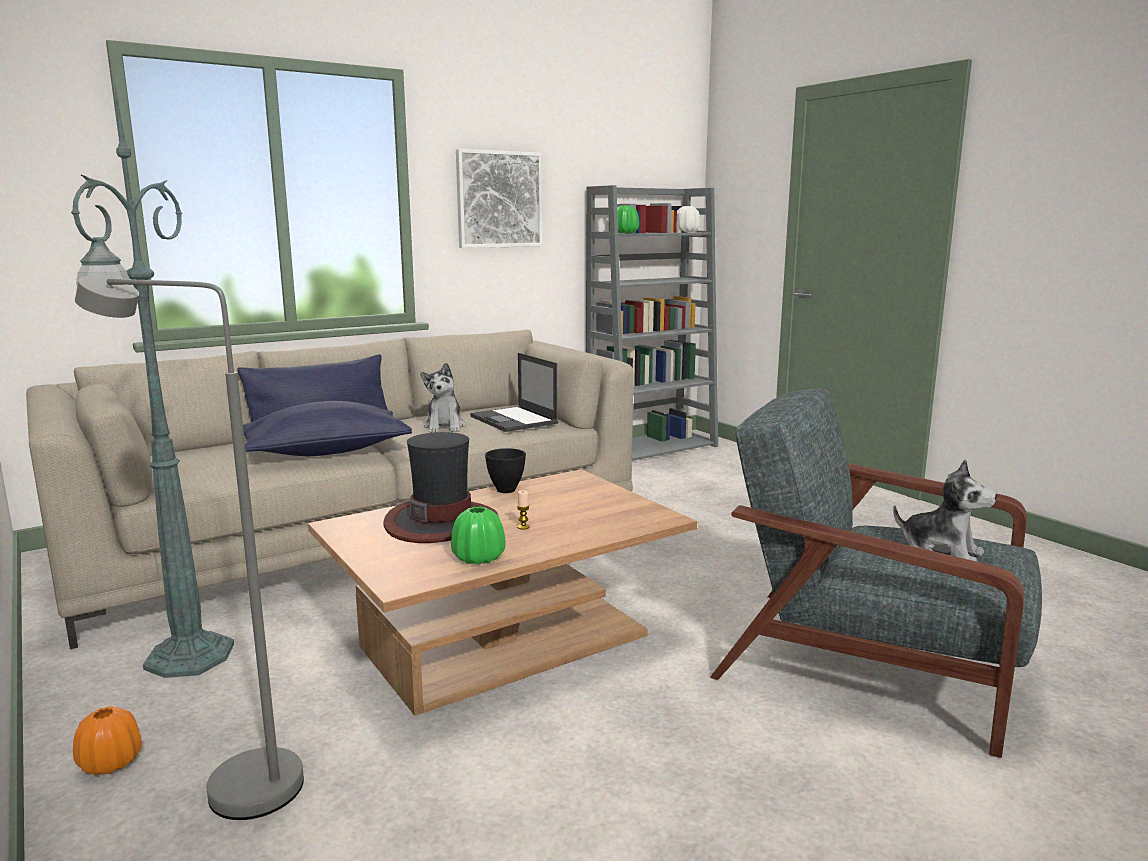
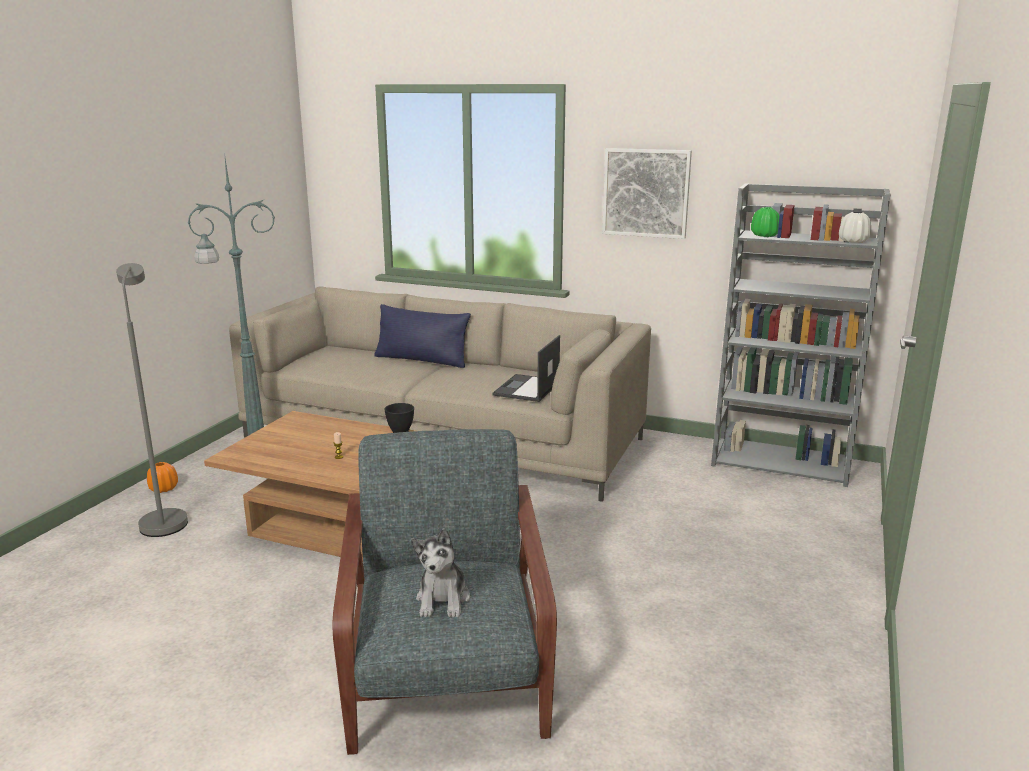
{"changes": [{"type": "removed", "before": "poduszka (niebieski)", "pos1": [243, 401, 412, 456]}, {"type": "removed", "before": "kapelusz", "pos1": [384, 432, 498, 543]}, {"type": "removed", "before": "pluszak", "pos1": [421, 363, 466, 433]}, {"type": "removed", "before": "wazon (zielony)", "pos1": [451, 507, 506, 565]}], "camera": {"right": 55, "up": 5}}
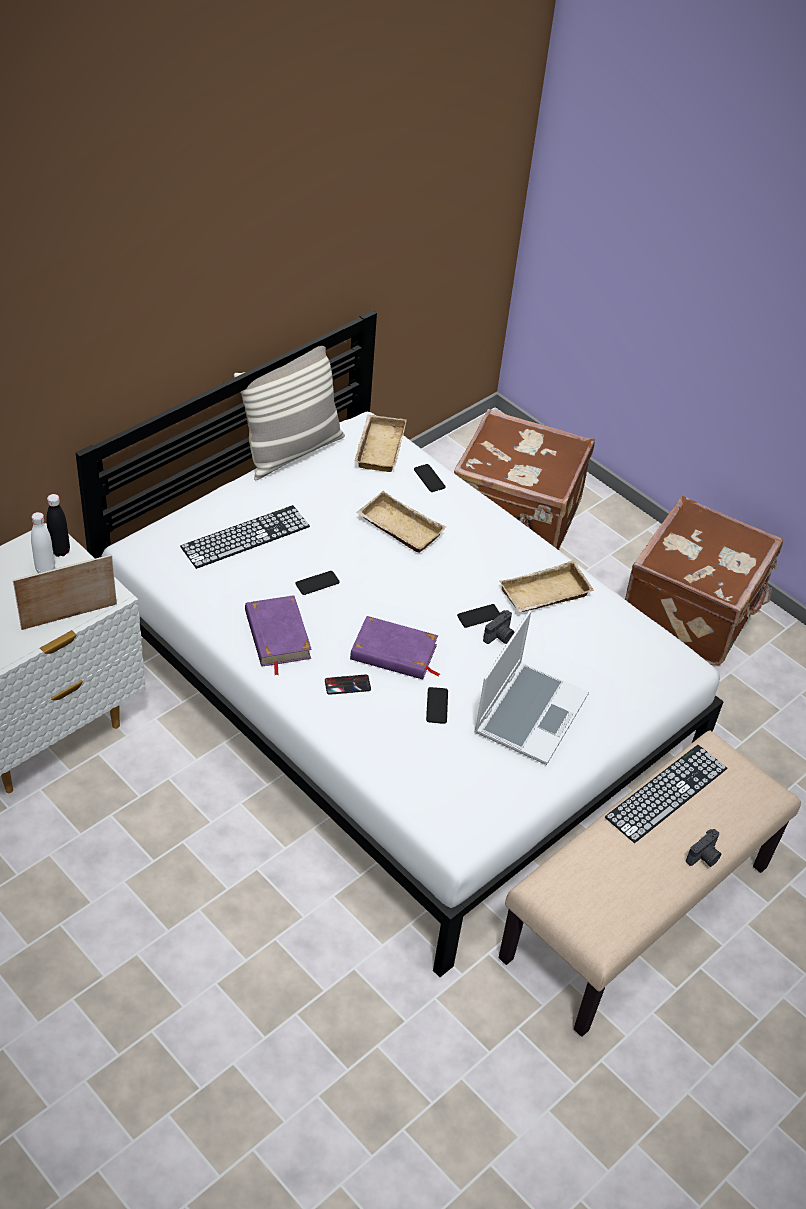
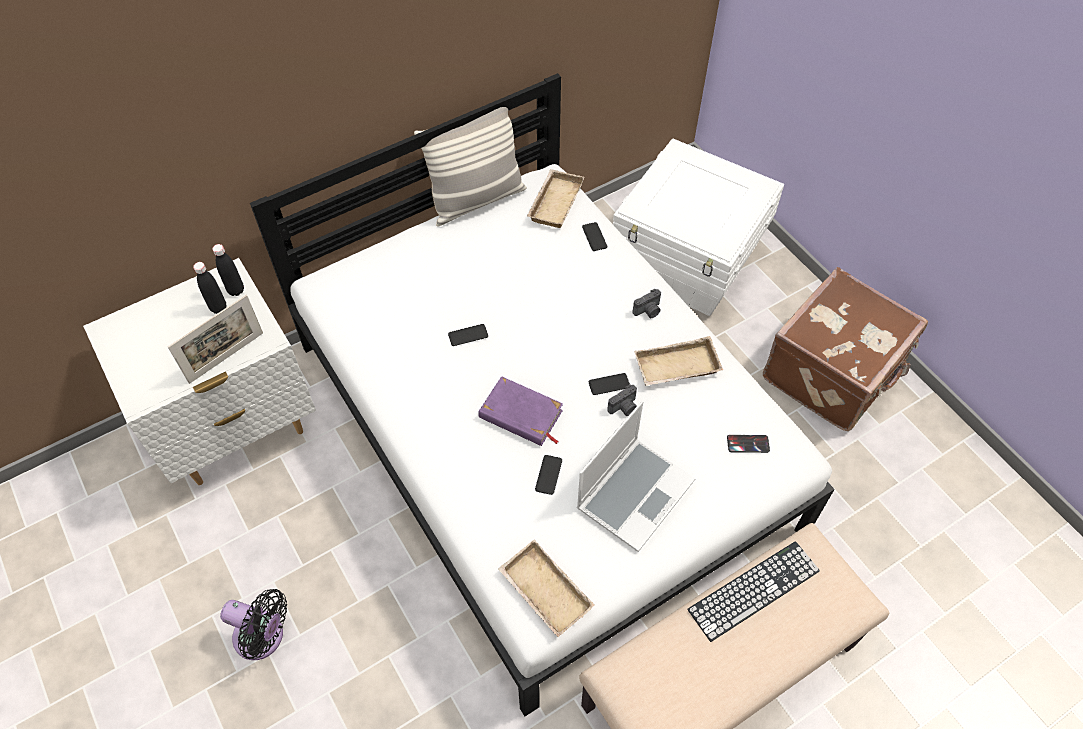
{"changes": [{"type": "turned", "before": "ramka na zdjęcie", "pos1": [13, 555, 117, 630], "pos2": [168, 295, 263, 384], "turn": 150}, {"type": "recoloured", "before": "butelka (biały)", "after": "butelka (czarny)", "pos1": [31, 512, 55, 573], "pos2": [193, 262, 226, 314]}, {"type": "removed", "before": "klawiatura", "pos1": [180, 505, 310, 569]}, {"type": "removed", "before": "książka (fioletowy)", "pos1": [245, 595, 312, 675]}, {"type": "moved", "before": "telefon", "pos1": [325, 674, 371, 695], "pos2": [727, 435, 770, 453]}, {"type": "moved", "before": "taca (beżowy)", "pos1": [356, 491, 446, 553], "pos2": [498, 539, 594, 637]}, {"type": "replaced", "before": "walizka (brązowy)", "after": "pojemnik do przechowywania (biały)", "pos1": [454, 409, 595, 550], "pos2": [613, 138, 784, 316]}, {"type": "moved", "before": "aparat fotograficzny", "pos1": [686, 829, 721, 867], "pos2": [632, 289, 661, 318]}, {"type": "added", "after": "wentylator (czarny)", "pos2": [220, 589, 287, 660]}], "camera": {"right": 15, "up": 10}}
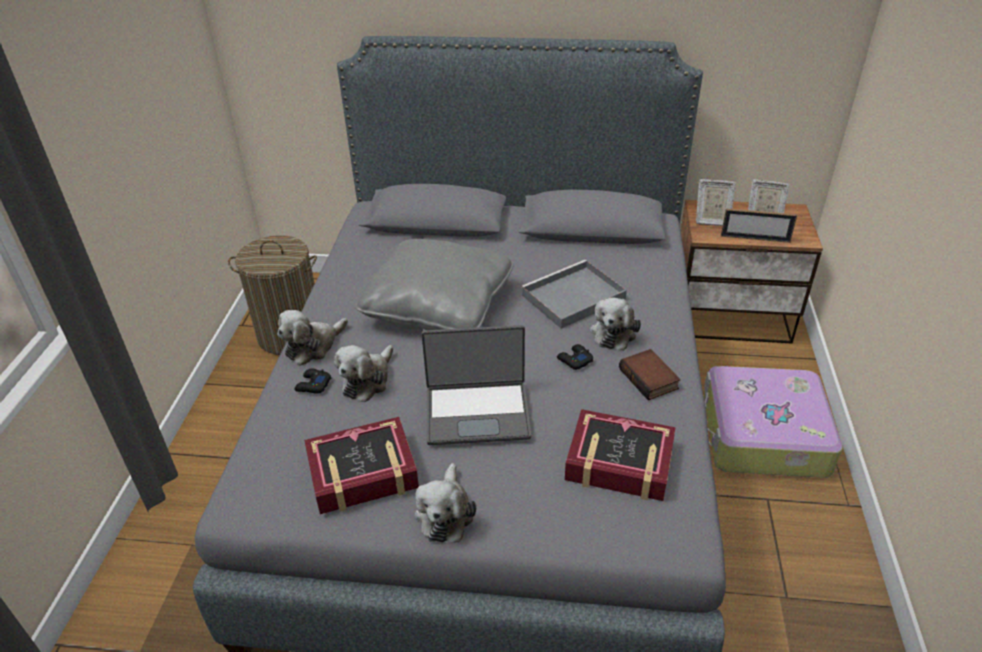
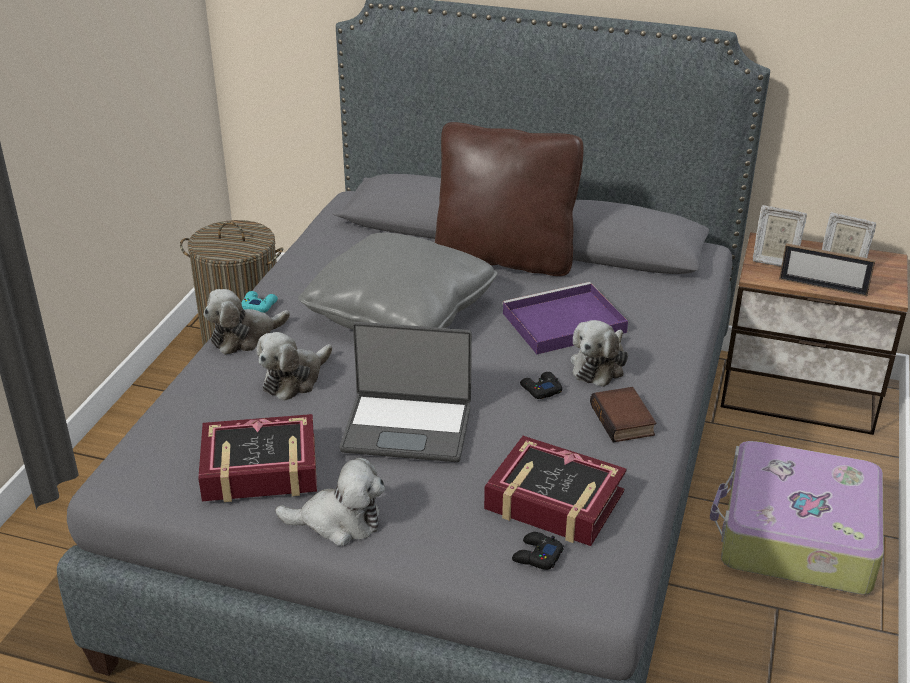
{"changes": [{"type": "moved", "before": "pad do gier (czarny)", "pos1": [295, 369, 331, 394], "pos2": [512, 532, 564, 570]}, {"type": "turned", "before": "pluszak", "pos1": [415, 463, 476, 543], "pos2": [275, 458, 385, 546], "turn": -105}, {"type": "recoloured", "before": "taca (szary)", "after": "taca (fioletowy)", "pos1": [521, 260, 627, 329], "pos2": [502, 282, 628, 354]}, {"type": "added", "after": "pad do gier (turkusowy)", "pos2": [241, 291, 278, 313]}, {"type": "added", "after": "poduszka (brązowy)", "pos2": [435, 122, 584, 276]}], "camera": {"right": 10, "up": -5}}
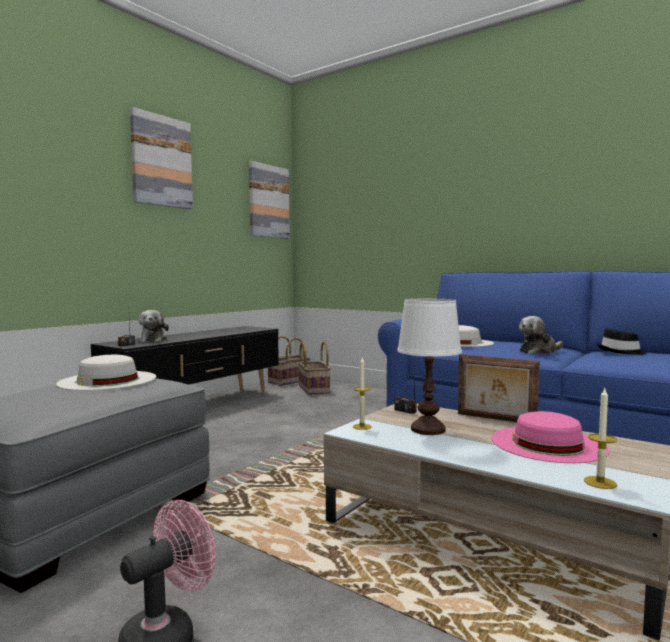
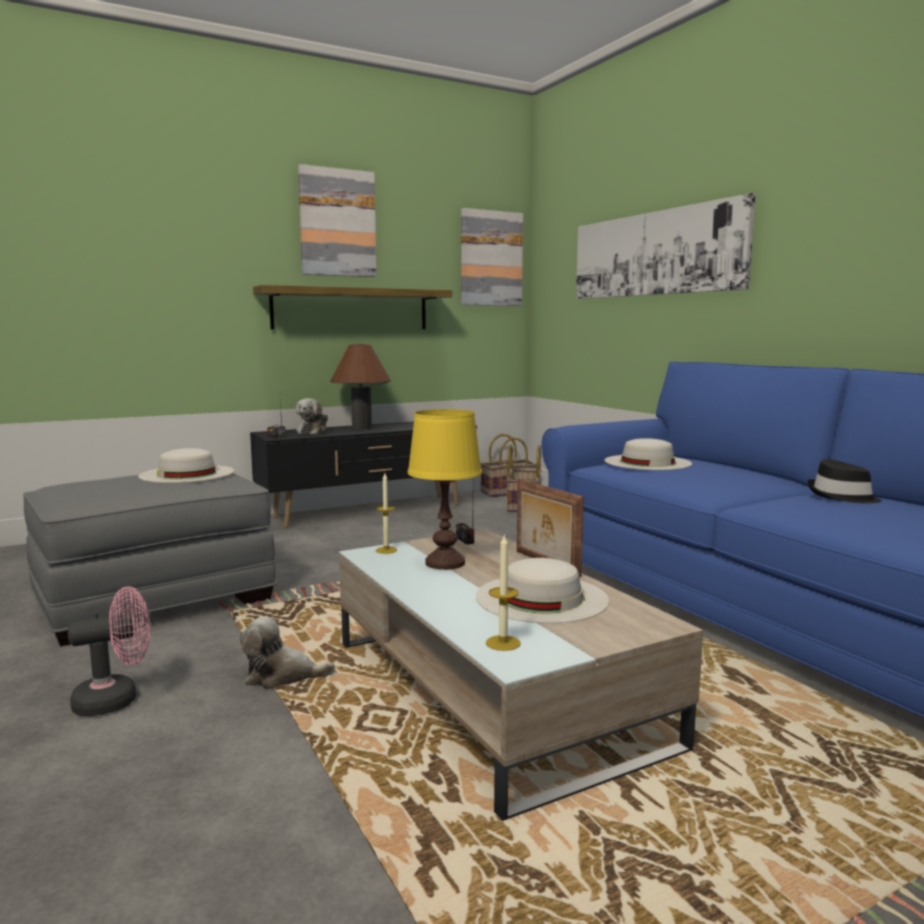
{"changes": [{"type": "recoloured", "before": "lampa stołowa (biały)", "after": "lampa stołowa (żółty)", "pos1": [397, 299, 462, 435], "pos2": [407, 409, 482, 570]}, {"type": "recoloured", "before": "kapelusz (różowy)", "after": "kapelusz (biały)", "pos1": [491, 411, 609, 463], "pos2": [476, 558, 609, 623]}, {"type": "moved", "before": "pluszak", "pos1": [519, 316, 563, 354], "pos2": [240, 616, 335, 689]}, {"type": "added", "after": "półka", "pos2": [253, 285, 452, 329]}, {"type": "added", "after": "lampa stołowa (brązowy)", "pos2": [330, 344, 391, 429]}, {"type": "added", "after": "obraz", "pos2": [576, 193, 756, 299]}], "camera": {"right": 25, "up": 5}}
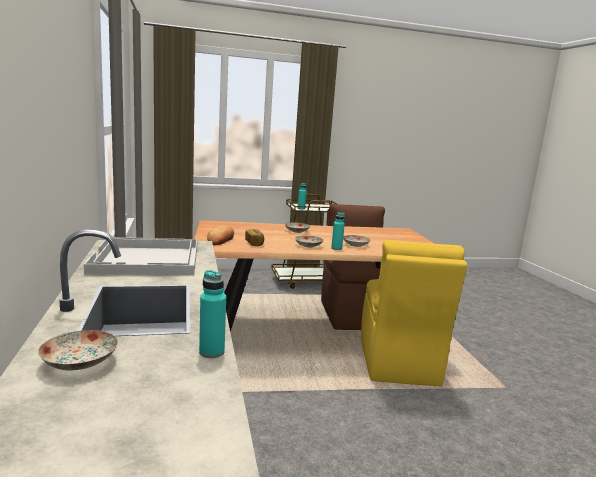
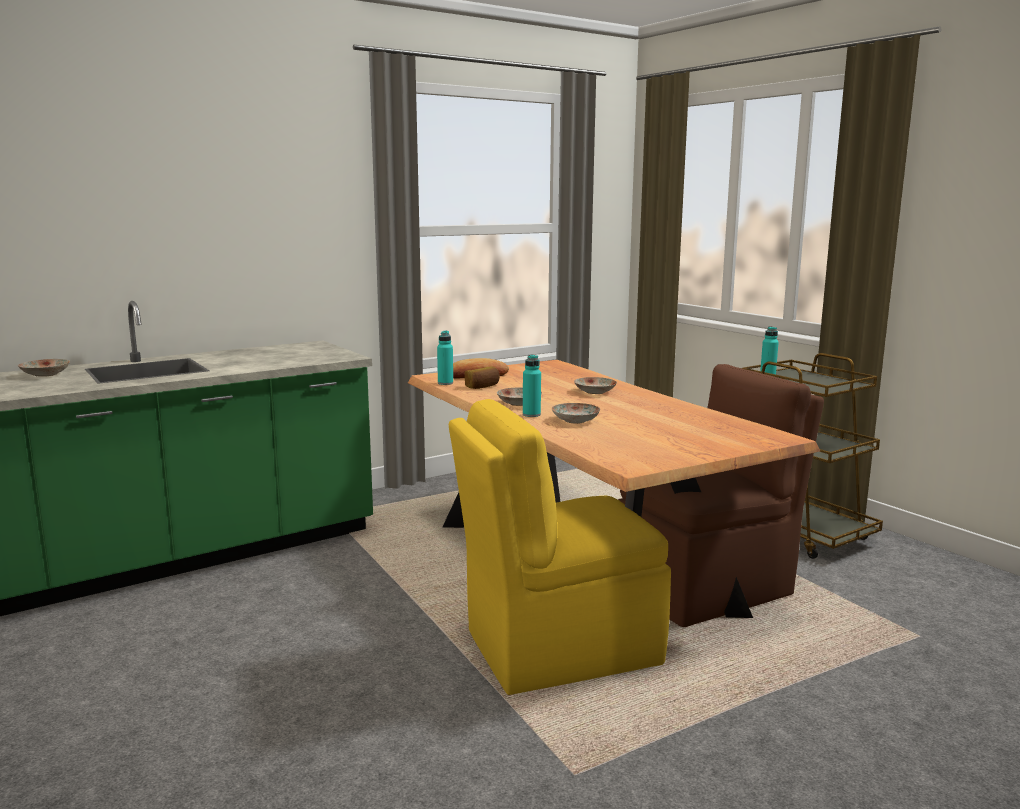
{"changes": [{"type": "removed", "before": "taca (biały)", "pos1": [84, 237, 197, 275]}, {"type": "moved", "before": "butelka (turkusowy)", "pos1": [199, 270, 226, 358], "pos2": [437, 331, 453, 385]}], "camera": {"right": 70, "up": 0}}
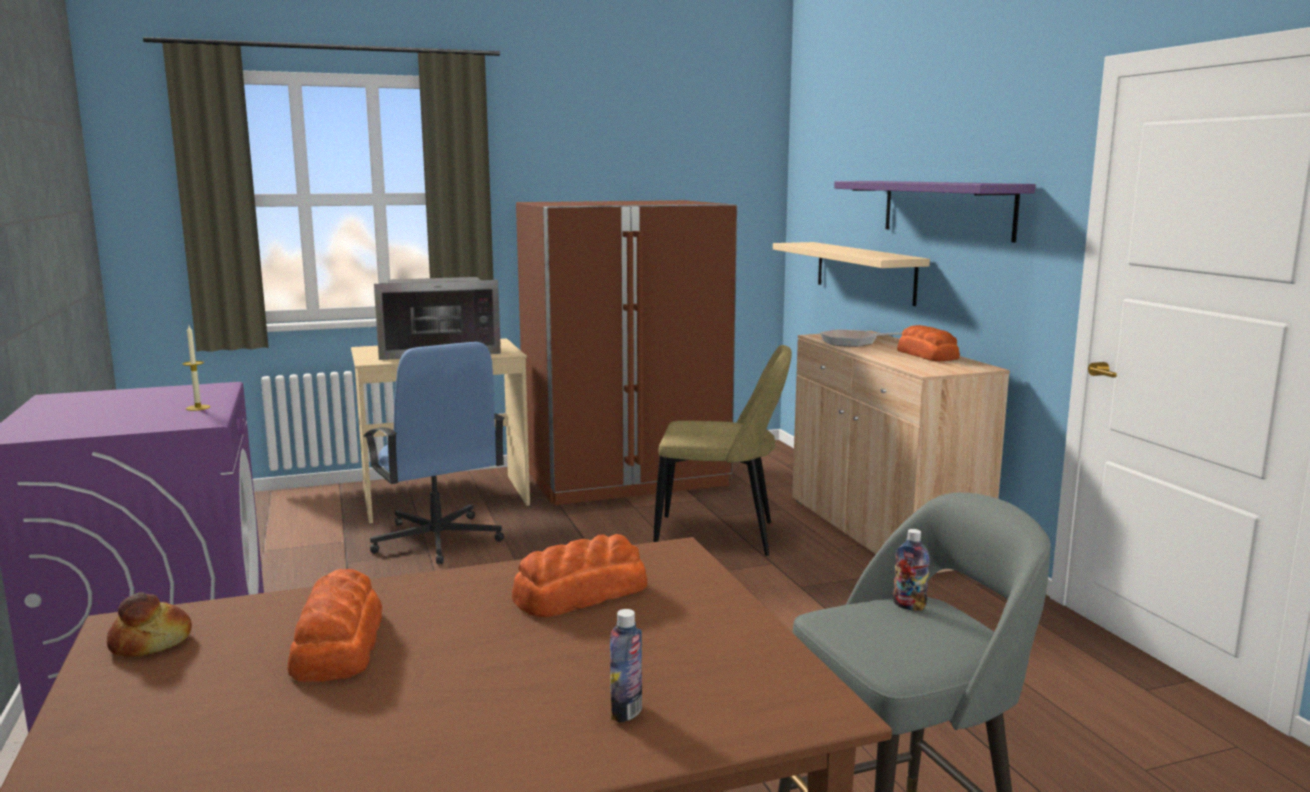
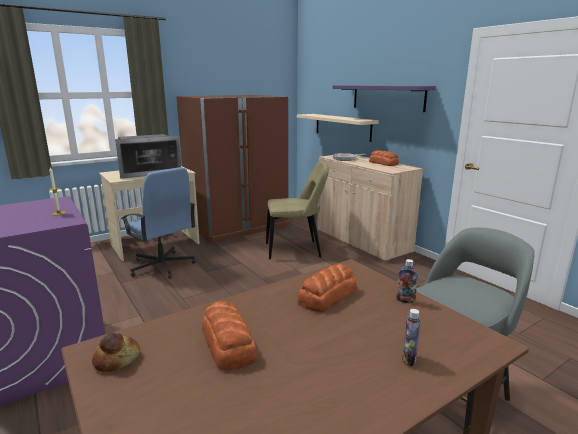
{"changes": [{"type": "moved", "before": "butelka", "pos1": [893, 529, 930, 611], "pos2": [396, 259, 418, 303]}], "camera": {"right": -15, "up": 5}}
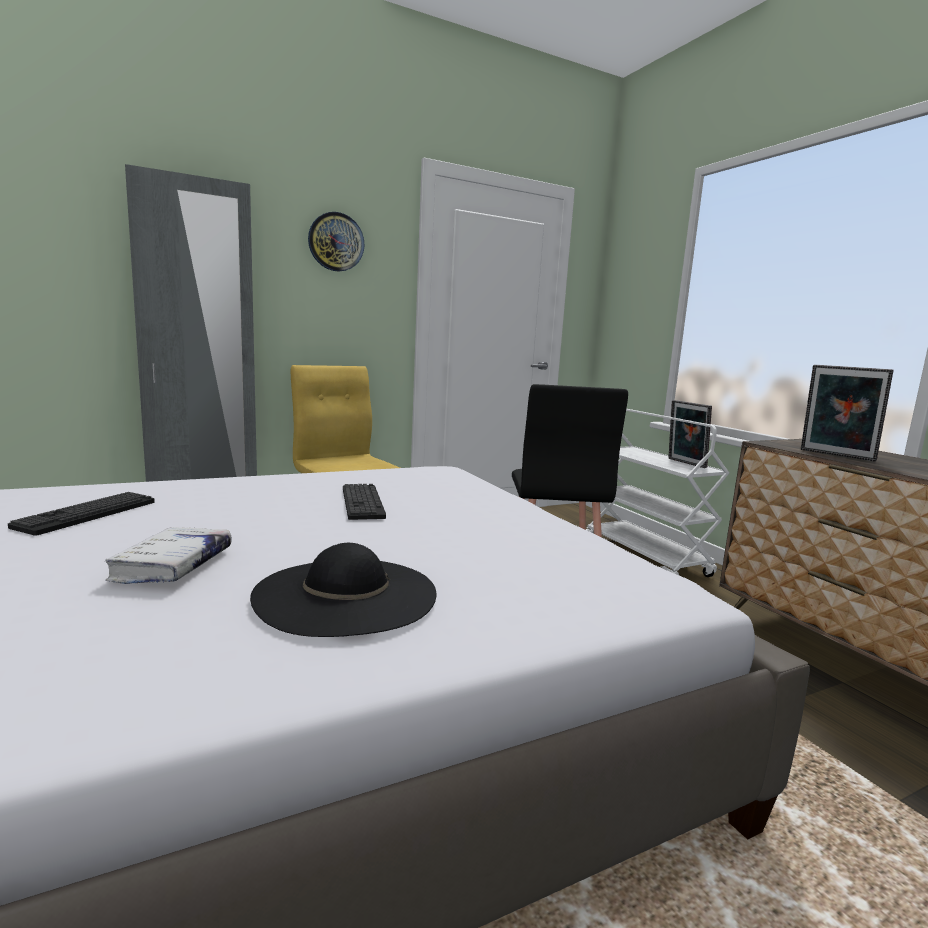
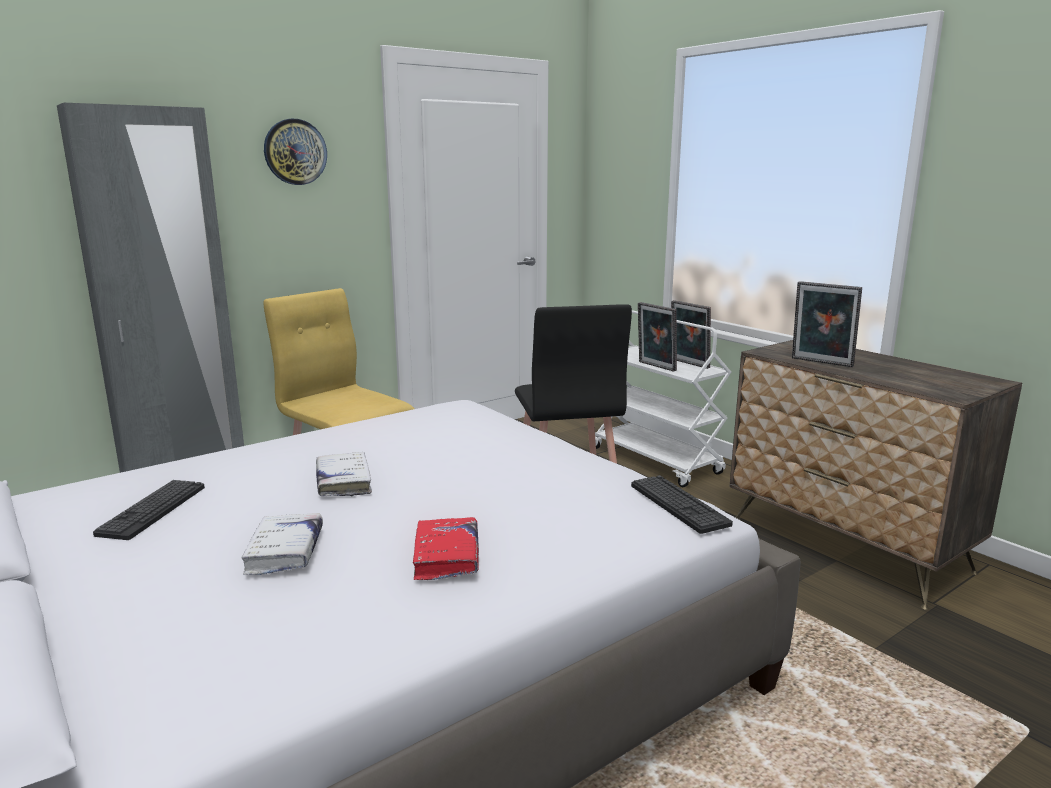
{"changes": [{"type": "replaced", "before": "kapelusz (czarny)", "after": "książka (czerwony)", "pos1": [250, 543, 436, 637], "pos2": [413, 517, 479, 580]}, {"type": "moved", "before": "klawiatura", "pos1": [343, 484, 386, 520], "pos2": [631, 475, 733, 534]}, {"type": "added", "after": "książka (biały)", "pos2": [316, 452, 372, 496]}, {"type": "added", "after": "ramka na zdjęcie", "pos2": [638, 302, 677, 371]}], "camera": {"right": -10, "up": 5}}
